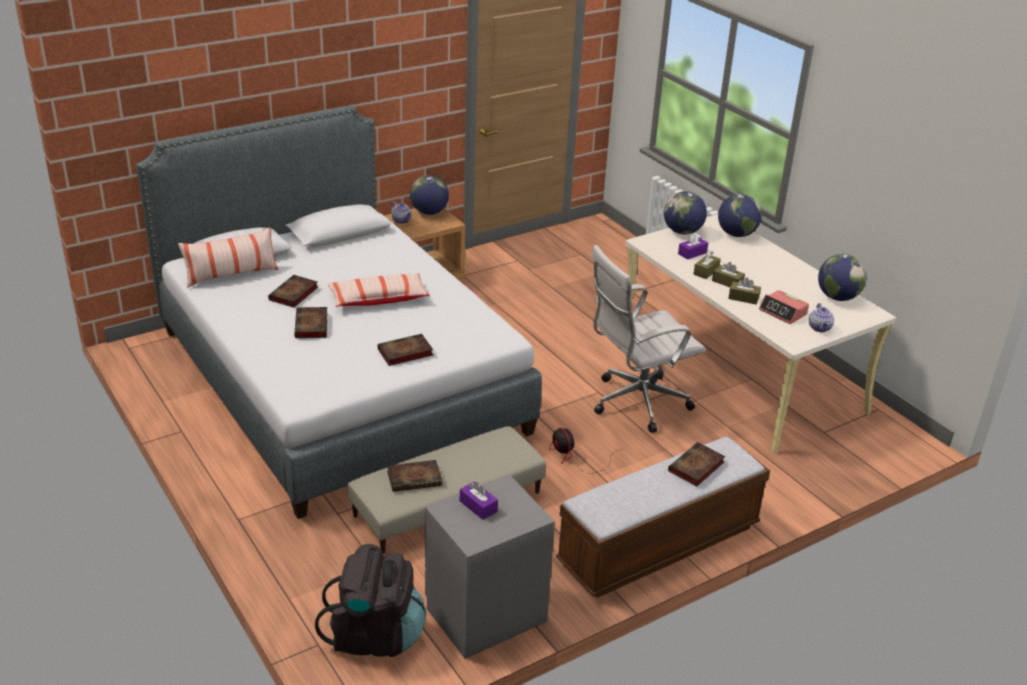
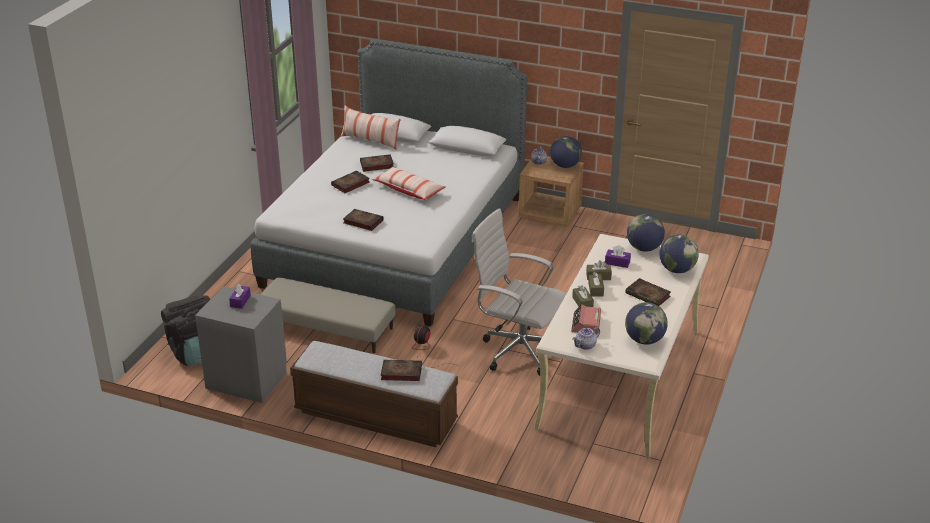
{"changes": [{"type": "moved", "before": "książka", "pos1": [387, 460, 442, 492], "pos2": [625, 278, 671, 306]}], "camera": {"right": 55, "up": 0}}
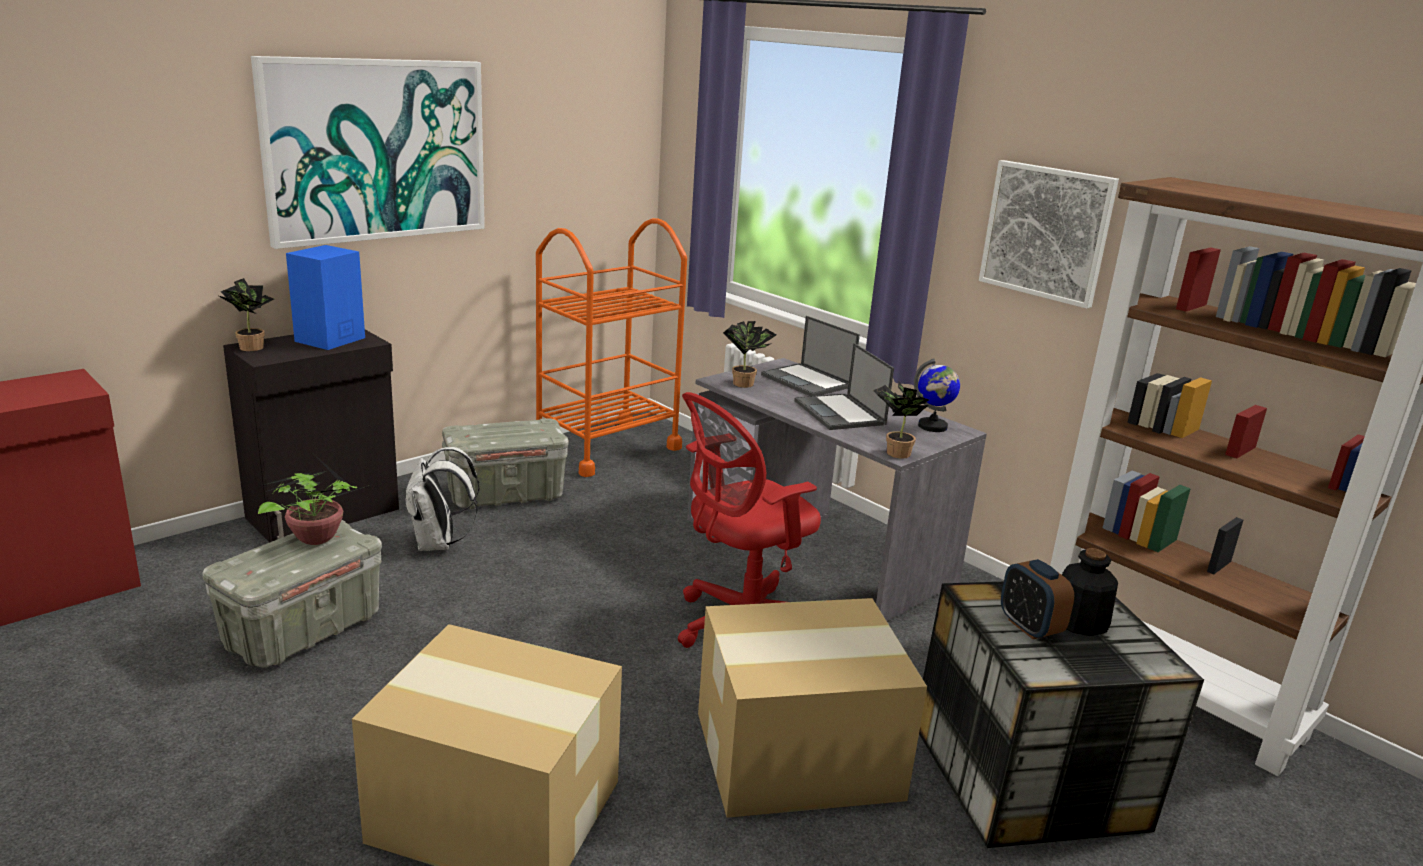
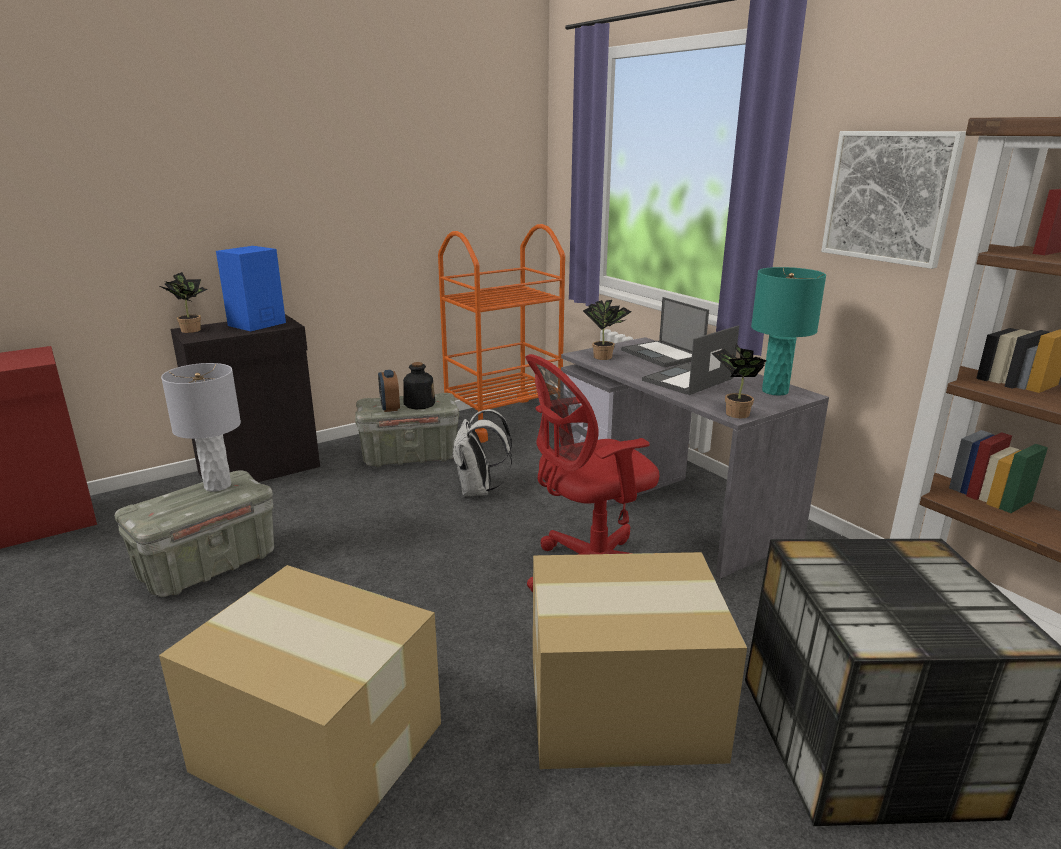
{"changes": [{"type": "removed", "before": "obraz", "pos1": [251, 56, 485, 249]}, {"type": "replaced", "before": "roślina doniczkowa", "after": "lampa stołowa (szary)", "pos1": [258, 454, 377, 545], "pos2": [161, 363, 241, 492]}, {"type": "moved", "before": "plecak (biały)", "pos1": [404, 447, 479, 551], "pos2": [452, 409, 512, 496]}, {"type": "turned", "before": "laptop", "pos1": [794, 343, 894, 430], "pos2": [642, 325, 739, 395], "turn": 60}, {"type": "replaced", "before": "globus", "after": "lampa stołowa (turkusowy)", "pos1": [914, 359, 960, 432], "pos2": [751, 267, 826, 396]}, {"type": "moved", "before": "budzik", "pos1": [1001, 559, 1074, 639], "pos2": [378, 370, 400, 412]}, {"type": "moved", "before": "butelka", "pos1": [1062, 548, 1118, 636], "pos2": [403, 362, 435, 410]}], "camera": {"right": 10, "up": 0}}
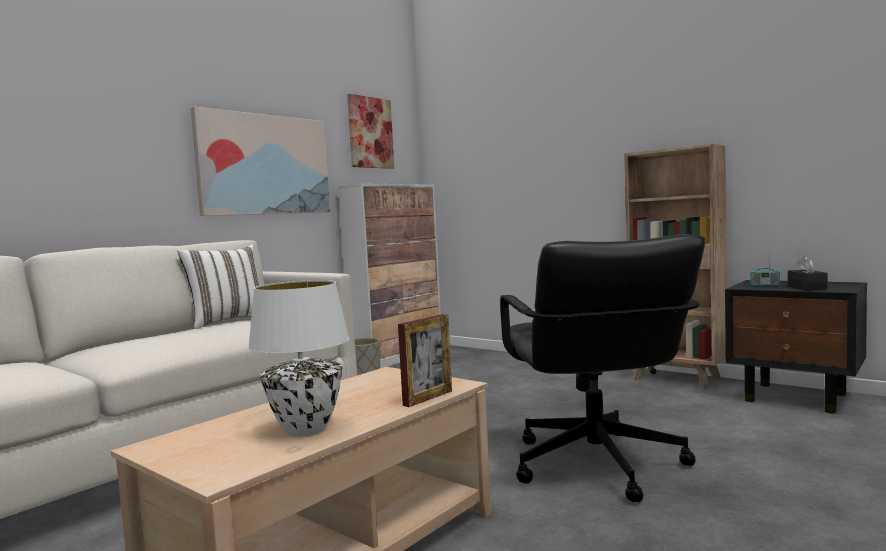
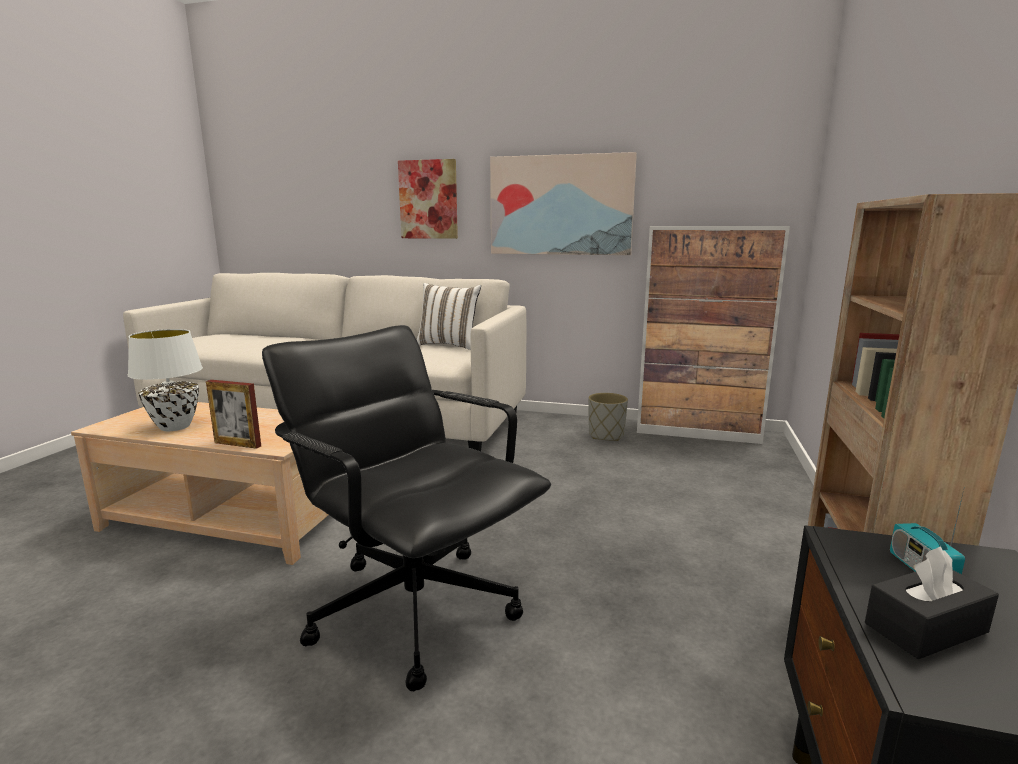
{"changes": [{"type": "moved", "before": "obraz", "pos1": [347, 94, 394, 169], "pos2": [398, 159, 458, 239]}, {"type": "turned", "before": "krzesło biurowe (czarny)", "pos1": [500, 234, 705, 502], "pos2": [262, 325, 551, 691], "turn": 75}], "camera": {"right": 65, "up": 10}}
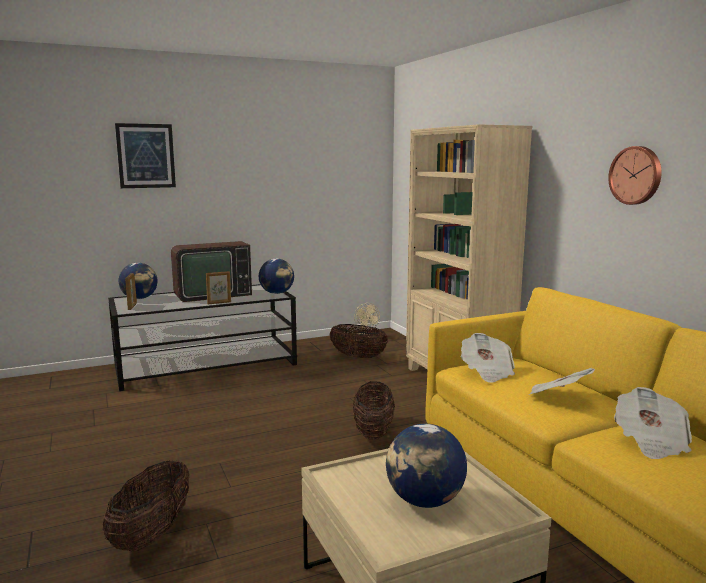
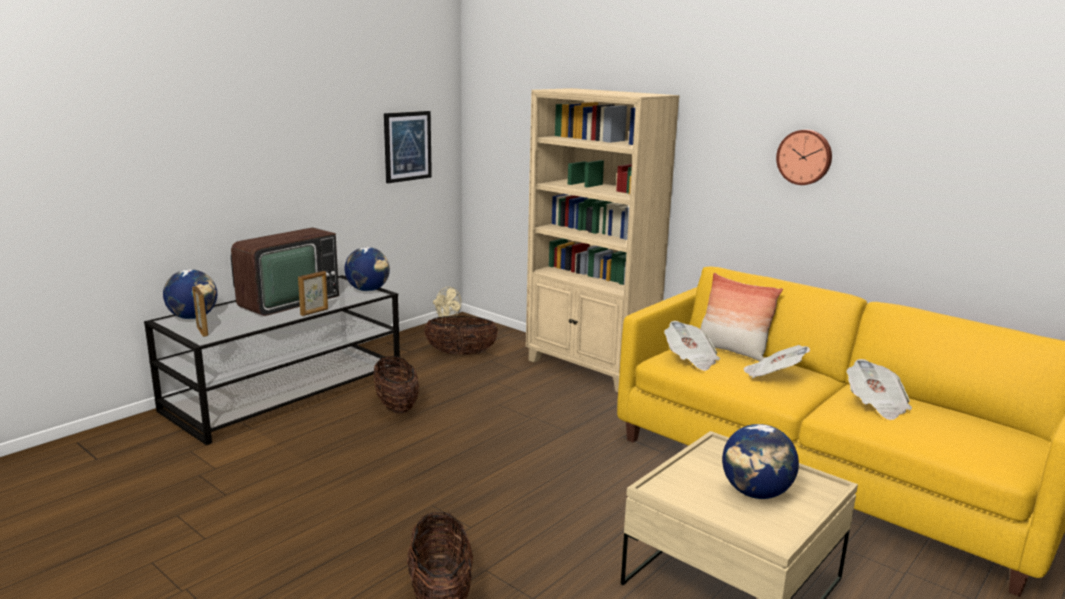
{"changes": [{"type": "moved", "before": "obraz", "pos1": [115, 123, 176, 188], "pos2": [384, 111, 432, 183]}, {"type": "moved", "before": "koszyk", "pos1": [353, 381, 395, 440], "pos2": [373, 356, 419, 414]}, {"type": "added", "after": "poduszka", "pos2": [700, 273, 783, 361]}], "camera": {"right": -25, "up": 5}}
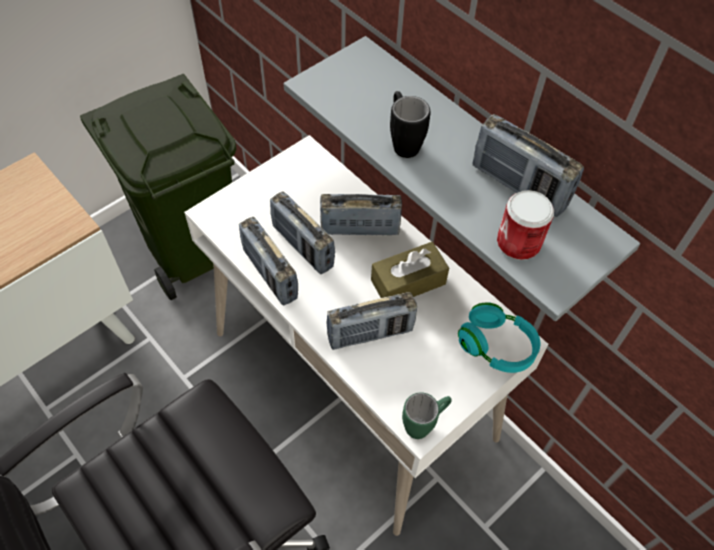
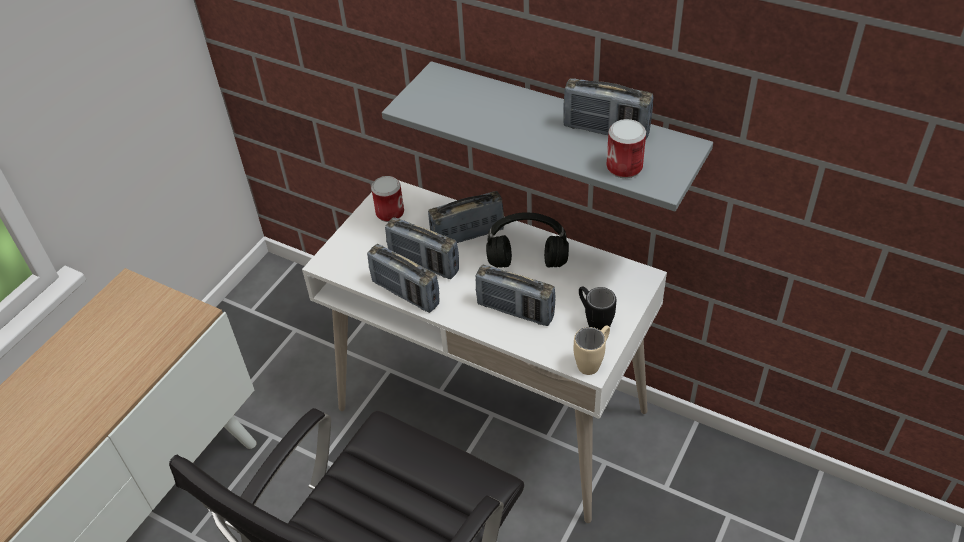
{"changes": [{"type": "removed", "before": "kosz na śmieci (zielony)", "pos1": [80, 74, 236, 300]}, {"type": "turned", "before": "radio", "pos1": [326, 292, 417, 350], "pos2": [476, 265, 555, 326], "turn": 60}, {"type": "replaced", "before": "pudełko chusteczek (brązowy)", "after": "słuchawki (czarny)", "pos1": [371, 242, 449, 298], "pos2": [486, 212, 569, 268]}, {"type": "moved", "before": "kubek (czarny)", "pos1": [390, 91, 430, 158], "pos2": [579, 286, 616, 330]}, {"type": "recoloured", "before": "kubek (zielony)", "after": "kubek (beżowy)", "pos1": [402, 392, 452, 439], "pos2": [574, 325, 610, 375]}, {"type": "removed", "before": "słuchawki (turkusowy)", "pos1": [458, 302, 540, 373]}, {"type": "added", "after": "puszka", "pos2": [371, 176, 404, 222]}], "camera": {"right": -15, "up": -10}}
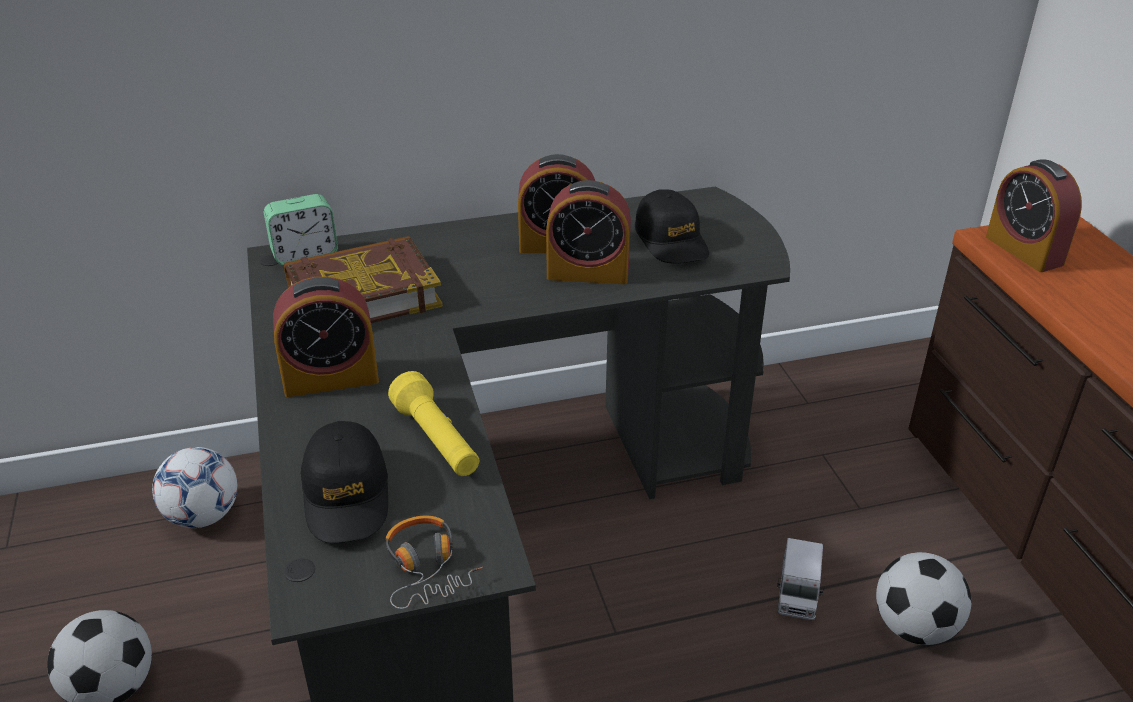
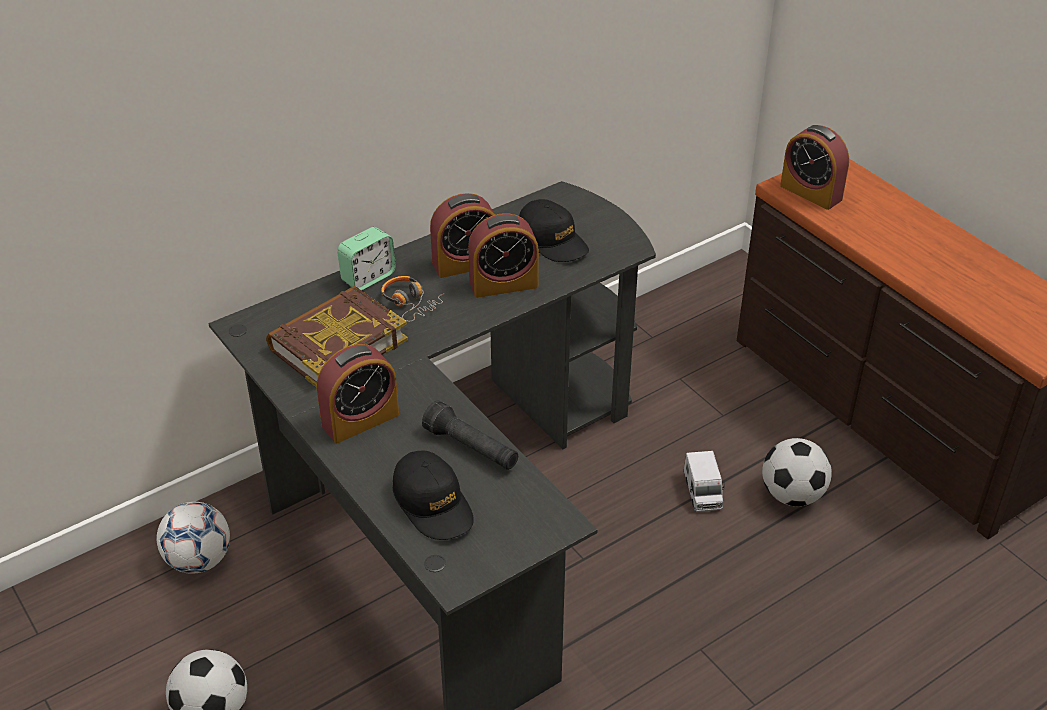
{"changes": [{"type": "moved", "before": "budzik", "pos1": [264, 194, 338, 266], "pos2": [337, 227, 396, 291]}, {"type": "moved", "before": "słuchawki", "pos1": [386, 516, 483, 609], "pos2": [381, 276, 445, 322]}, {"type": "recoloured", "before": "latarka (żółty)", "after": "latarka (czarny)", "pos1": [388, 371, 479, 476], "pos2": [422, 401, 518, 470]}], "camera": {"right": -20, "up": 5}}
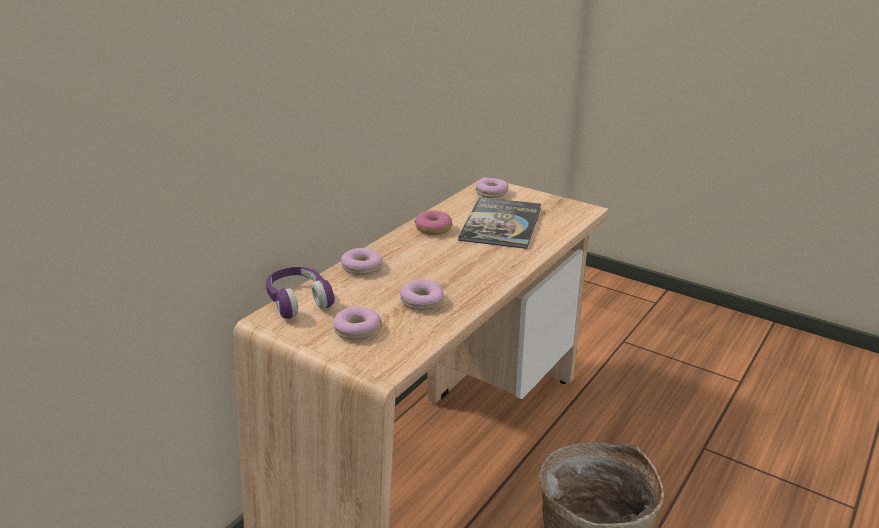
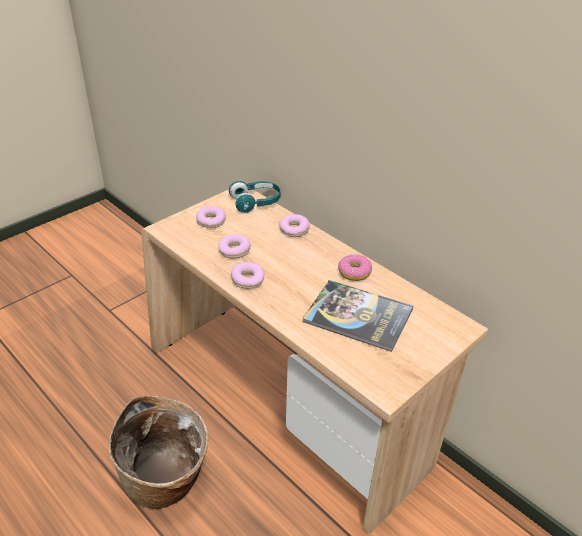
{"changes": [{"type": "recoloured", "before": "słuchawki (fioletowy)", "after": "słuchawki (turkusowy)", "pos1": [266, 267, 335, 319], "pos2": [229, 181, 281, 213]}, {"type": "moved", "before": "donut", "pos1": [476, 178, 509, 198], "pos2": [231, 262, 264, 289]}], "camera": {"right": 100, "up": 10}}
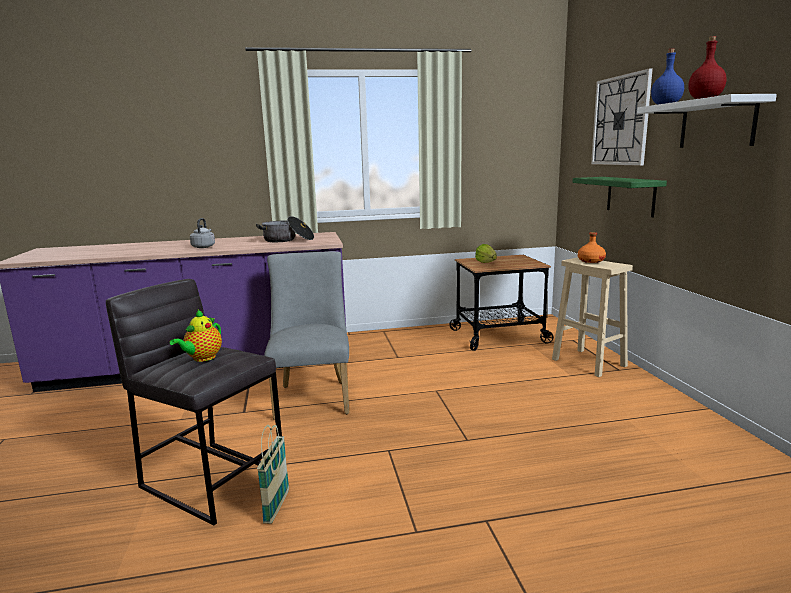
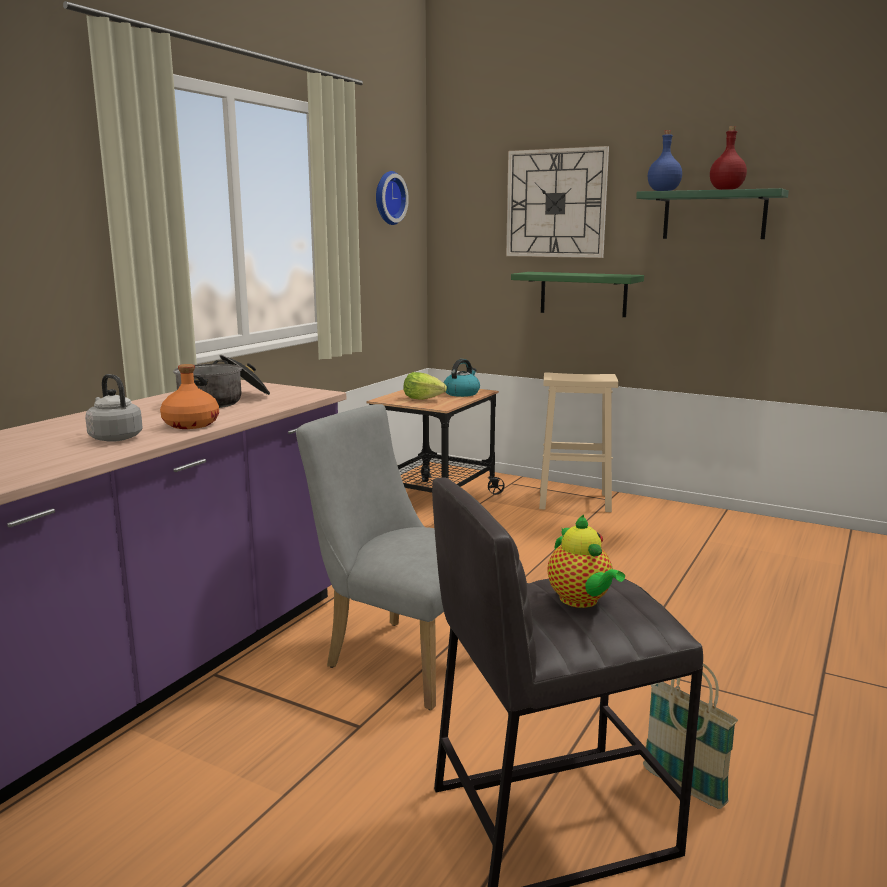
{"changes": [{"type": "moved", "before": "butelka (pomarańczowy)", "pos1": [578, 232, 606, 263], "pos2": [160, 364, 219, 429]}, {"type": "recoloured", "before": "półka (biały)", "after": "półka (zielony)", "pos1": [637, 94, 777, 148], "pos2": [636, 188, 789, 239]}, {"type": "added", "after": "zegar ścienny", "pos2": [376, 171, 409, 225]}, {"type": "added", "after": "czajnik", "pos2": [444, 359, 480, 397]}], "camera": {"right": -50, "up": 0}}
